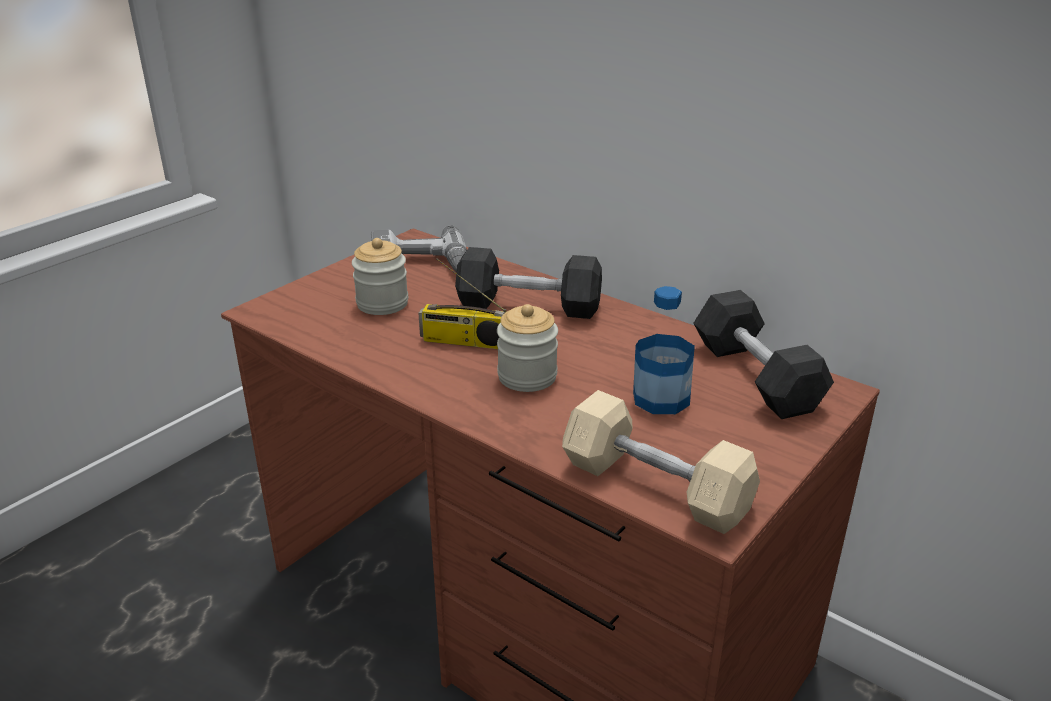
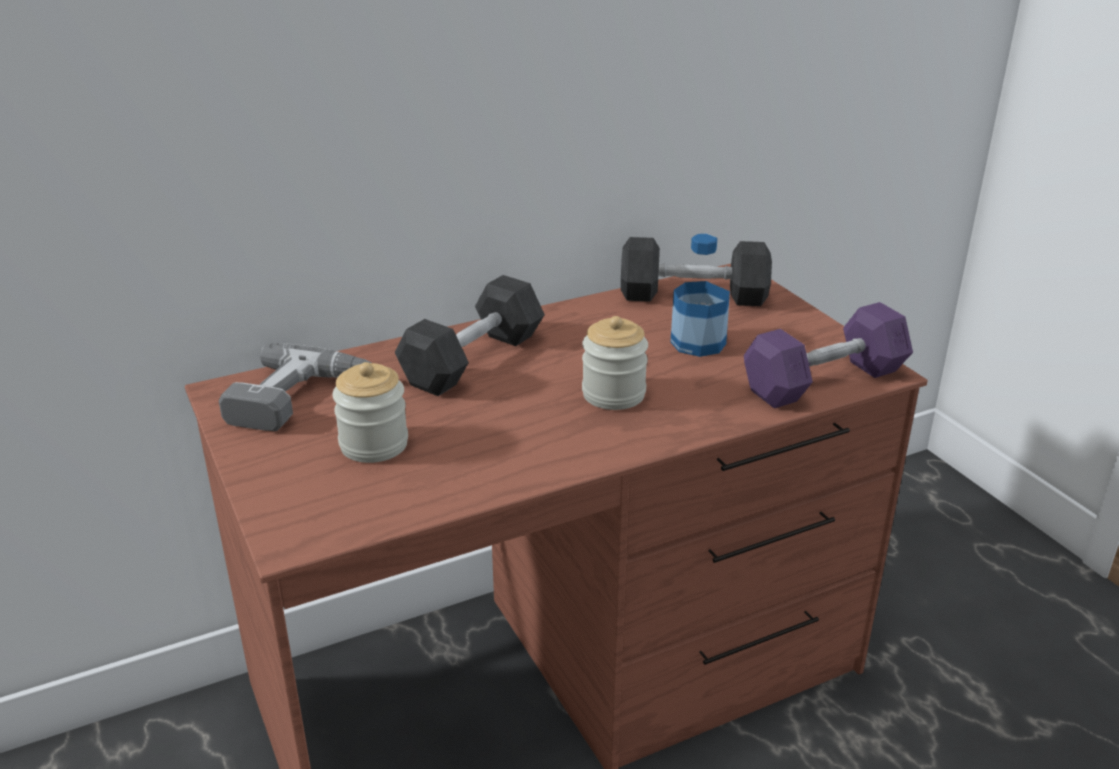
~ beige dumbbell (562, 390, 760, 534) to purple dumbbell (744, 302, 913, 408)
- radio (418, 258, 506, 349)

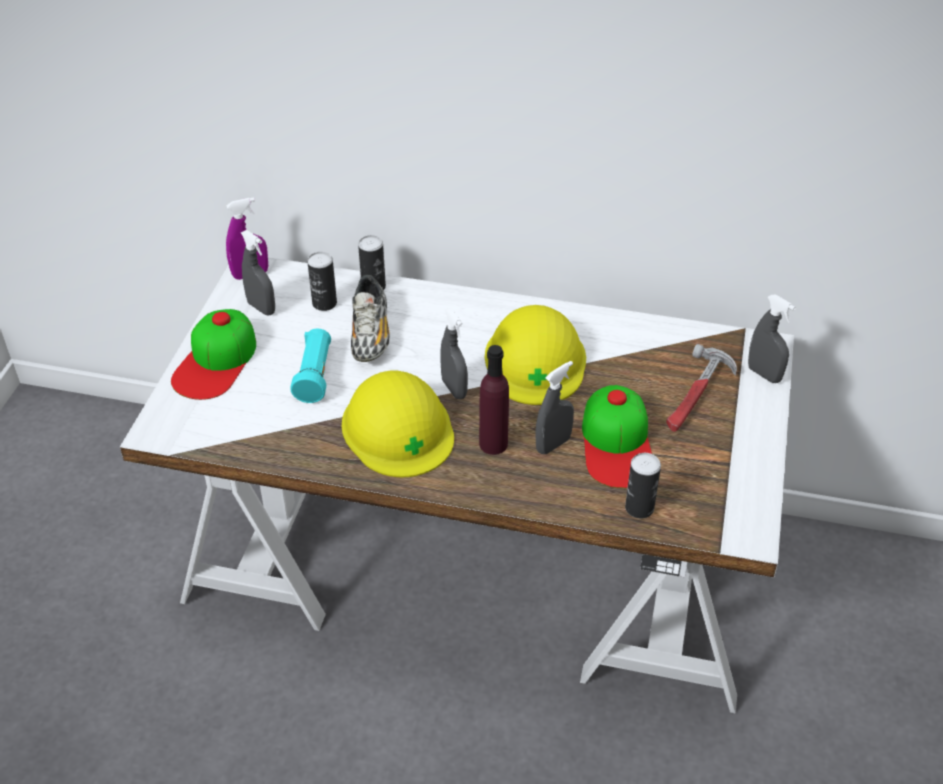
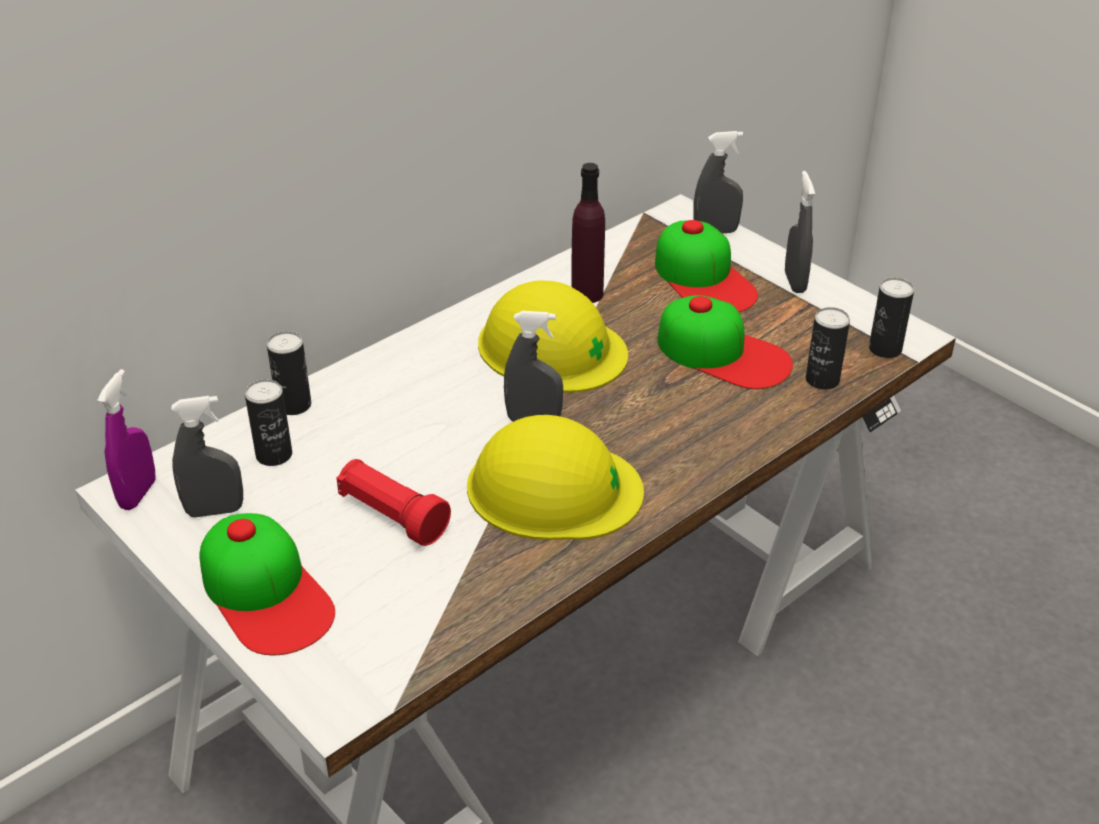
~ turquoise flashlight (290, 329, 331, 403) to red flashlight (336, 459, 451, 546)
~ purple bottle (479, 345, 509, 455) to (571, 163, 605, 303)
~ hammer (666, 344, 737, 432) to cap (655, 220, 758, 312)
~ grey spray bottle (535, 361, 574, 454) to (785, 171, 815, 293)
+ can (869, 278, 914, 358)
- shoe (351, 275, 390, 362)

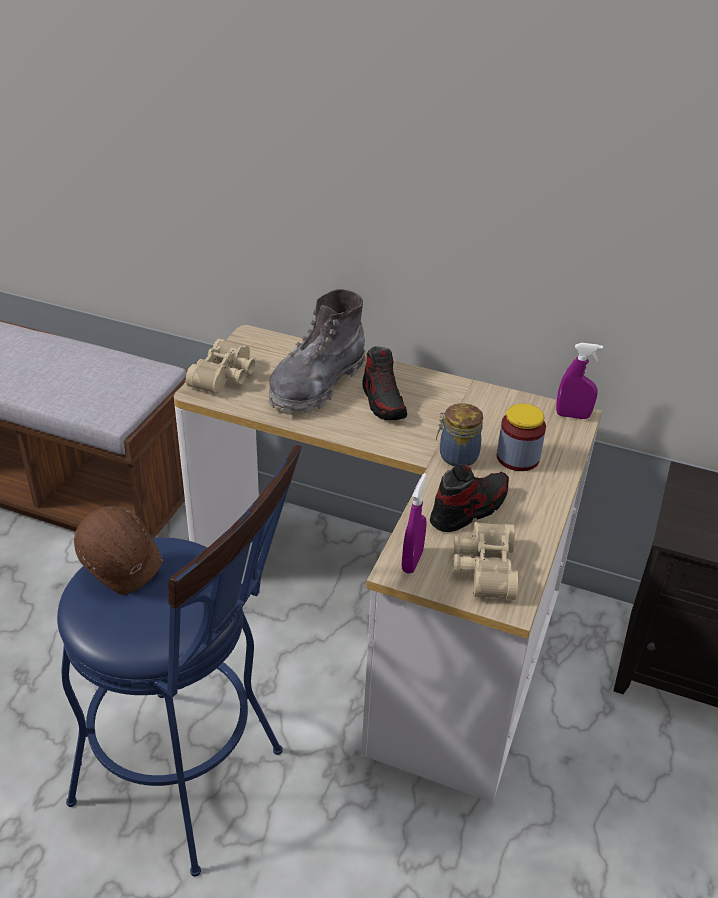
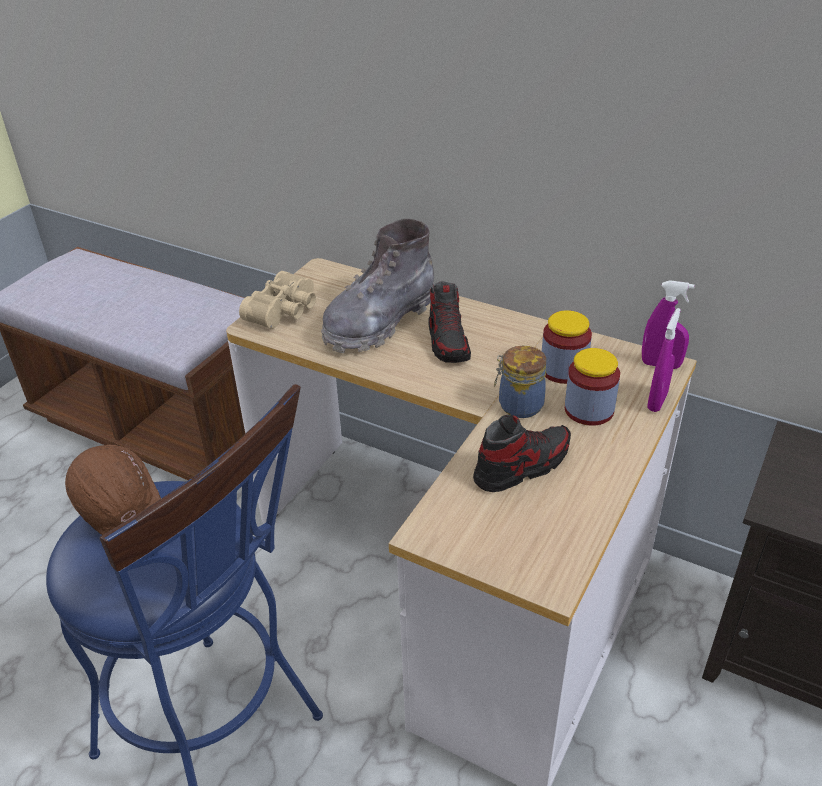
+ jar (542, 310, 592, 384)
~ purple spray bottle (402, 473, 427, 574) to (647, 308, 681, 412)
- beige binoculars (453, 522, 518, 600)

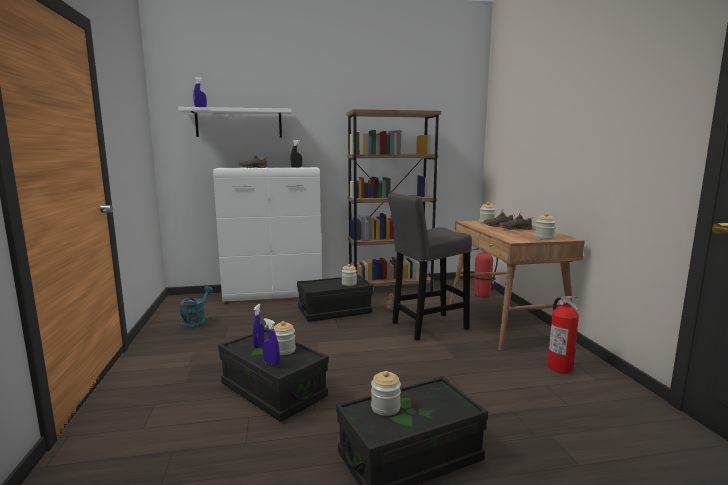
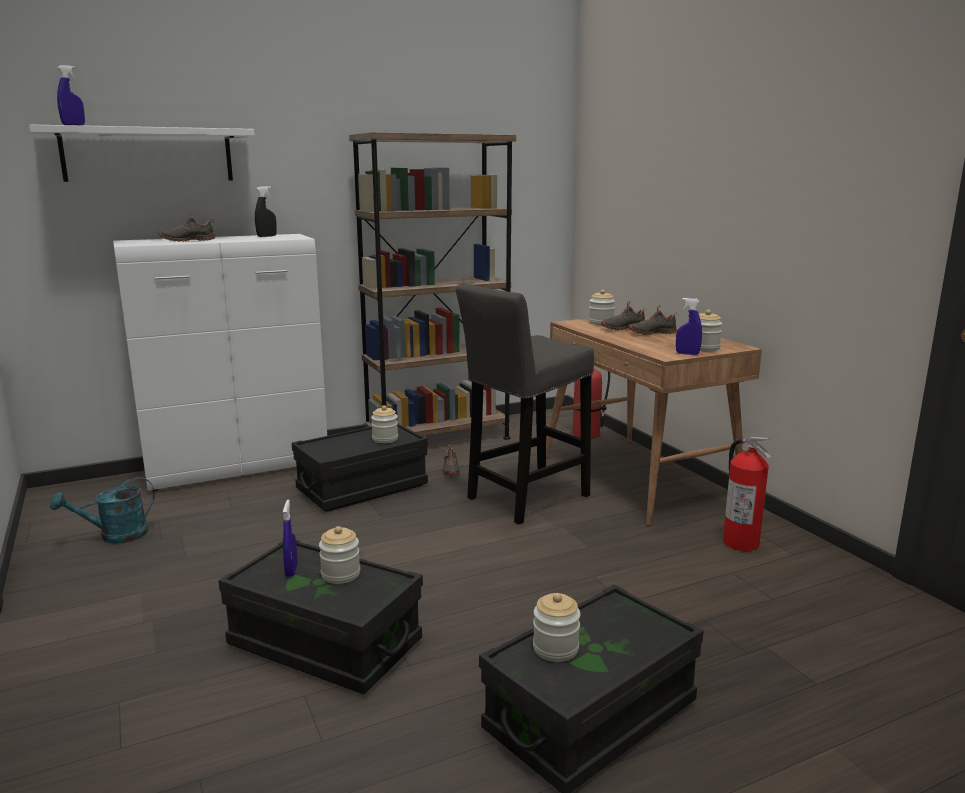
~ turquoise watering can (180, 286, 213, 329) = (50, 477, 155, 544) 120 degrees counterclockwise
~ blue spray bottle (263, 318, 280, 366) to (676, 298, 702, 355)

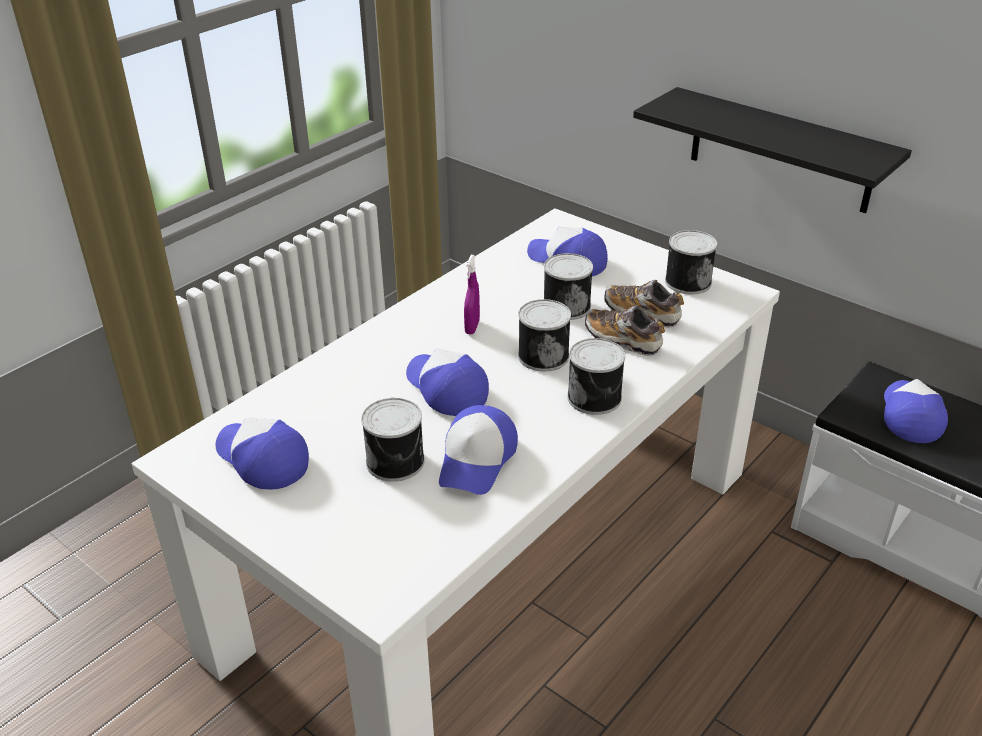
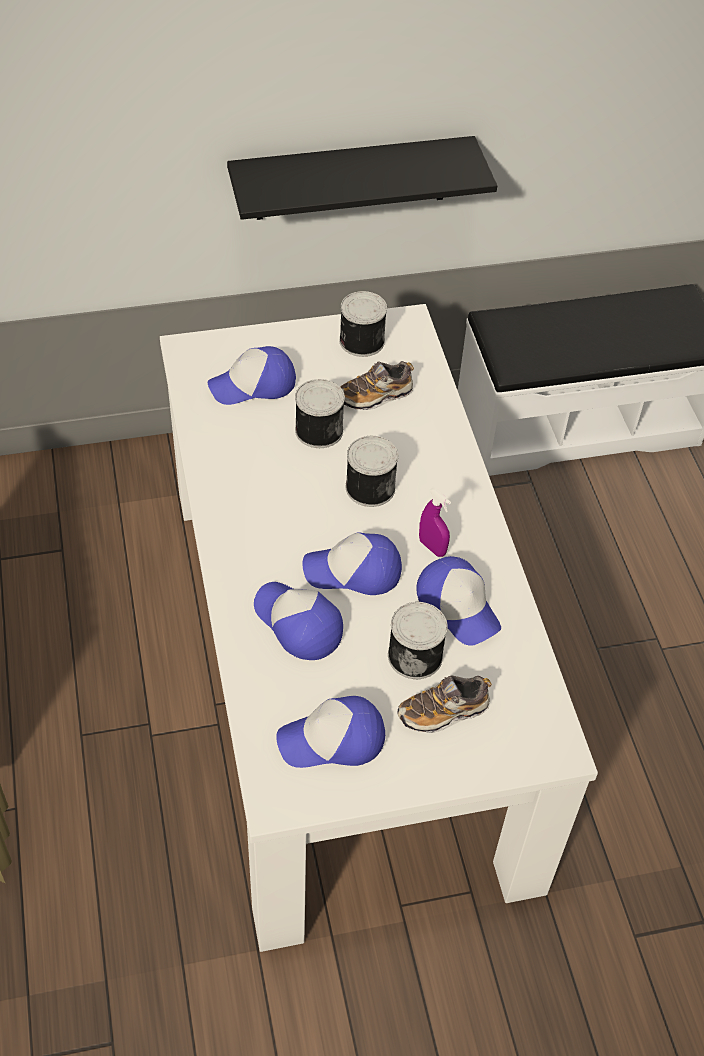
~ cap (884, 379, 948, 443) to (254, 582, 343, 660)
~ shoe (585, 306, 665, 356) to (397, 676, 492, 733)
~ purple spray bottle (464, 255, 480, 334) to (419, 488, 451, 557)
- can (567, 338, 625, 415)

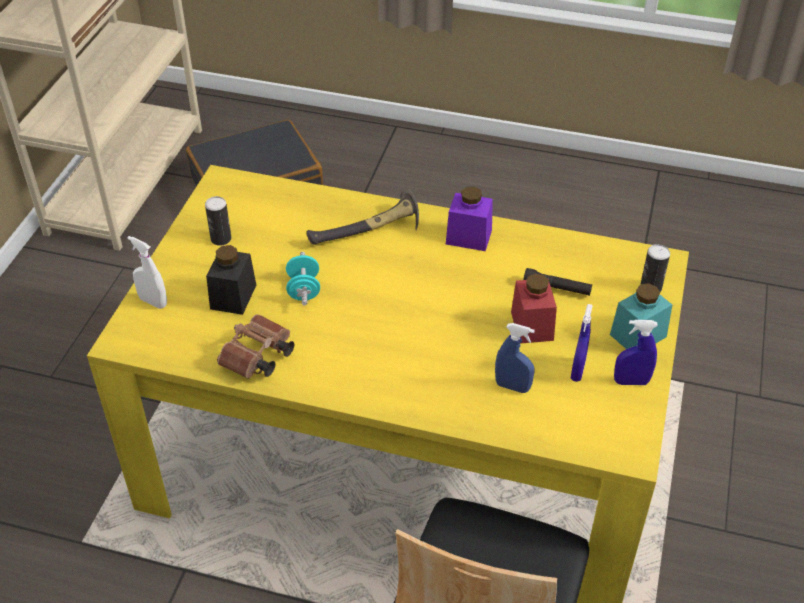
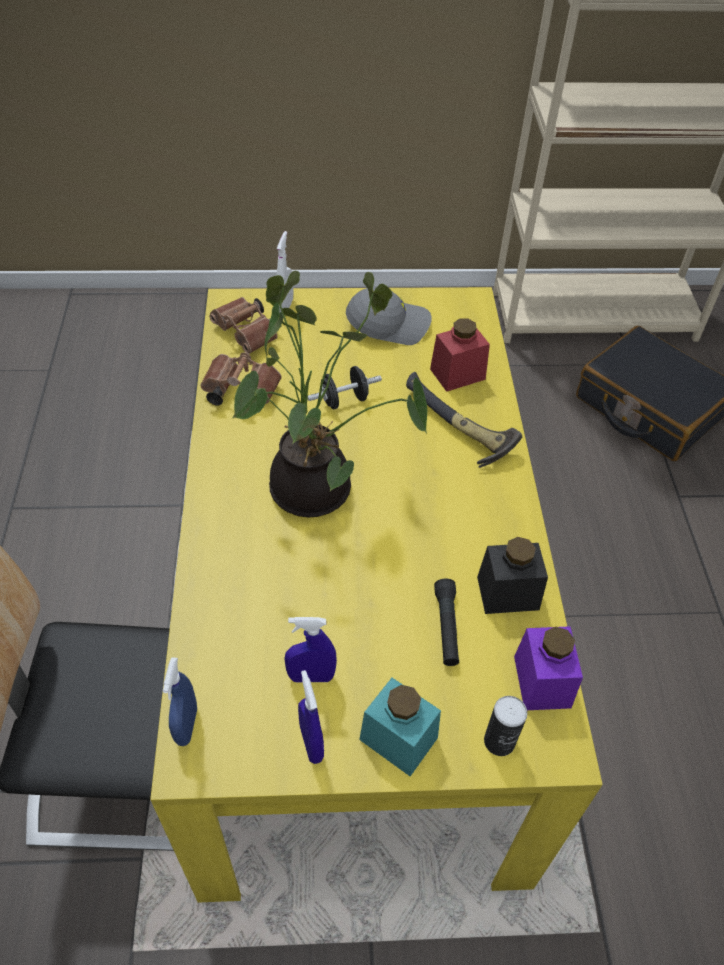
~ blue spray bottle (495, 323, 535, 393) to (163, 657, 197, 746)
+ brown binoculars (209, 297, 282, 354)
+ potted plant (232, 271, 427, 518)
~ turquoise dumbbell (286, 252, 320, 305) to black dumbbell (308, 366, 382, 409)
~ can (205, 196, 231, 246) to grey cap (346, 287, 432, 345)
~ red jar (511, 274, 557, 344) to (430, 319, 490, 392)
~ black jar (206, 245, 256, 315) to (477, 537, 548, 614)
~ purple jar (446, 186, 493, 251) to (514, 626, 583, 710)

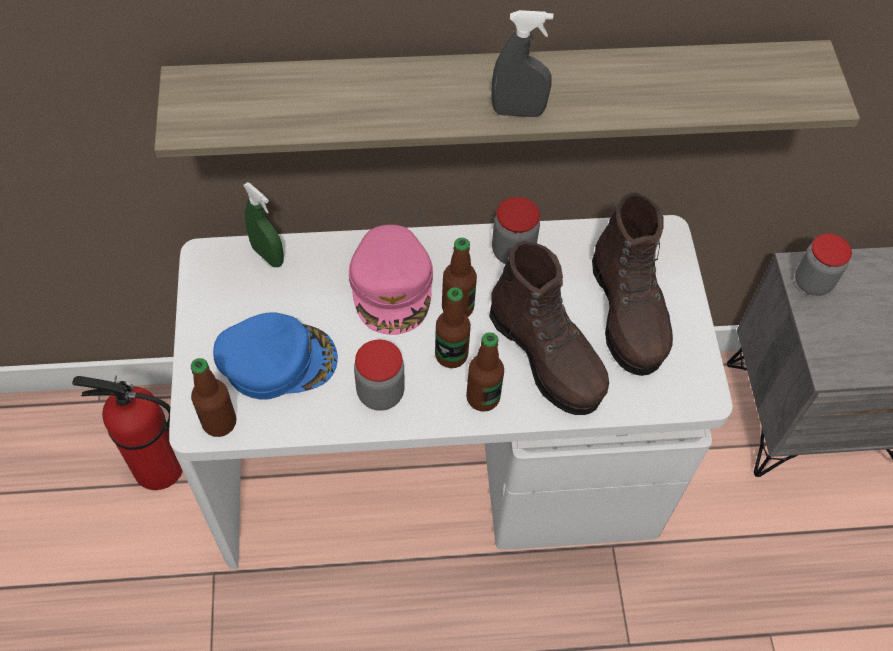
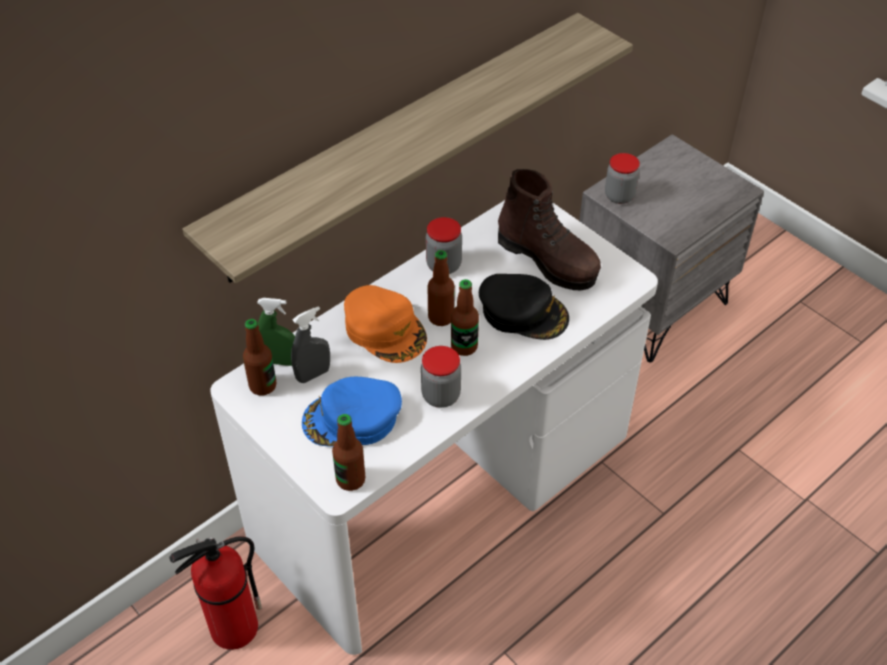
~ bottle (466, 332, 504, 412) to (243, 319, 277, 395)
~ grey spray bottle (491, 10, 553, 117) to (291, 306, 330, 383)
~ blue cap (213, 312, 338, 400) = (302, 377, 402, 446) 150 degrees counterclockwise
~ pink cap (349, 225, 433, 335) to orange cap (344, 285, 427, 363)
~ brown boot (489, 241, 609, 415) to black cap (479, 274, 569, 340)

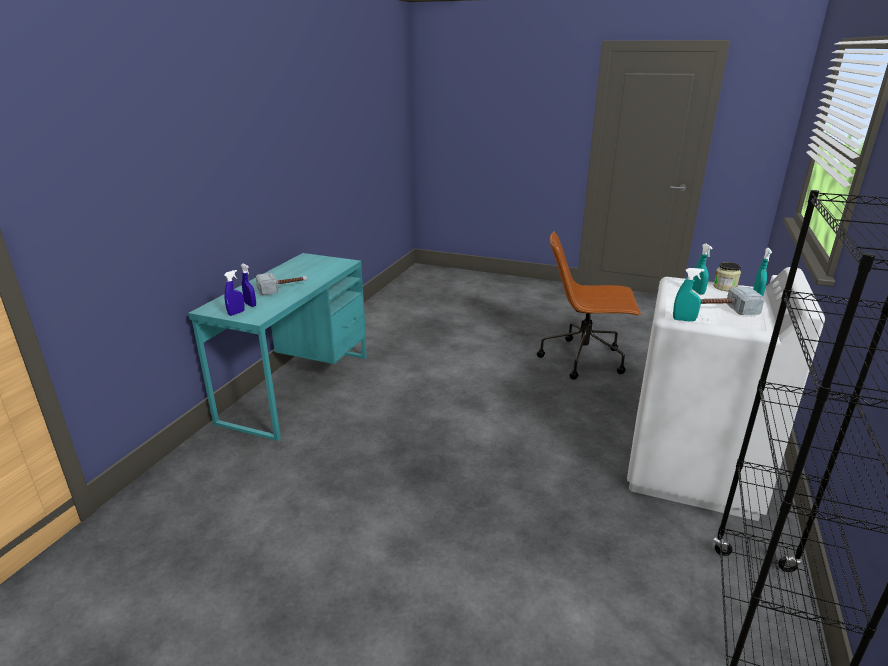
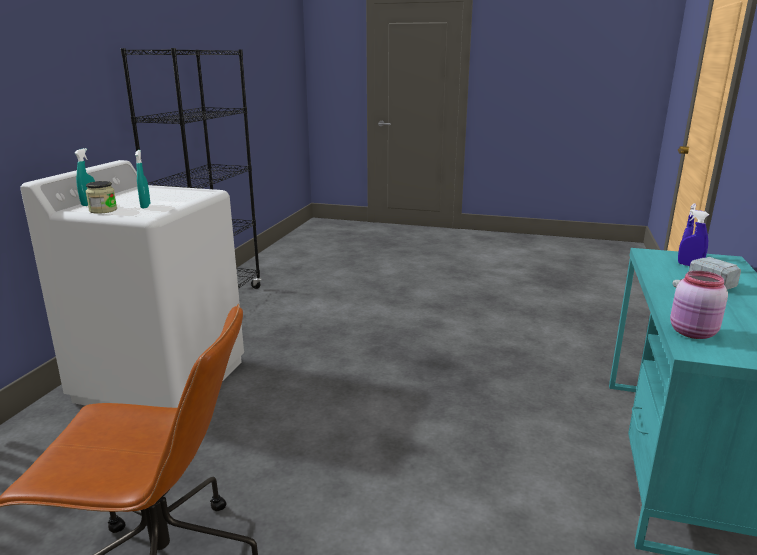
+ pink jar (670, 271, 728, 339)
- turquoise spray bottle (673, 268, 704, 322)
- hammer (701, 287, 764, 315)

